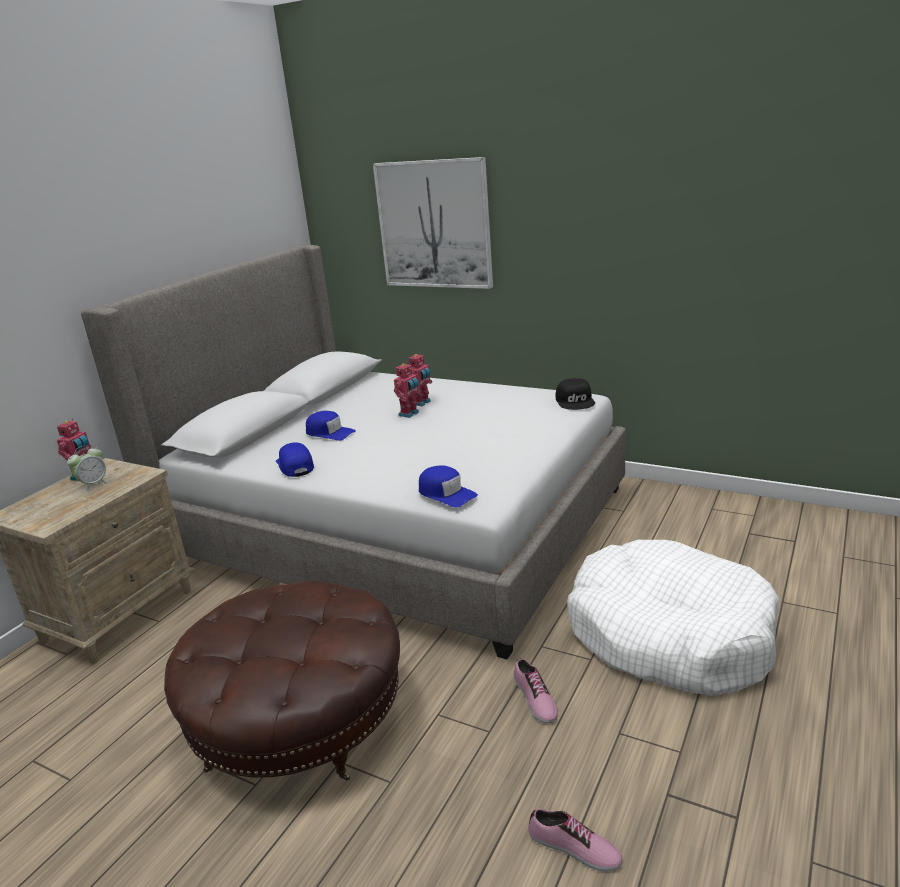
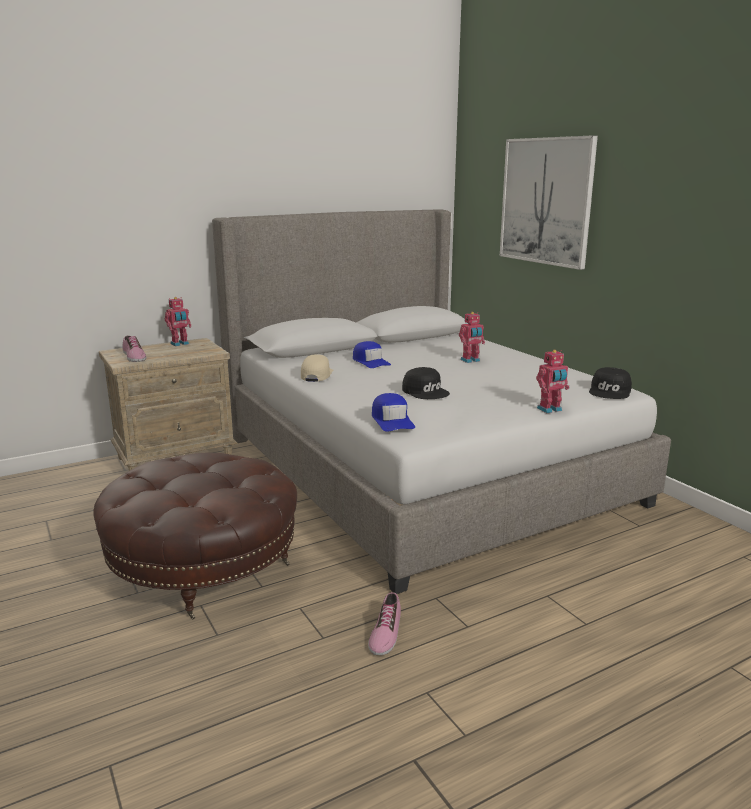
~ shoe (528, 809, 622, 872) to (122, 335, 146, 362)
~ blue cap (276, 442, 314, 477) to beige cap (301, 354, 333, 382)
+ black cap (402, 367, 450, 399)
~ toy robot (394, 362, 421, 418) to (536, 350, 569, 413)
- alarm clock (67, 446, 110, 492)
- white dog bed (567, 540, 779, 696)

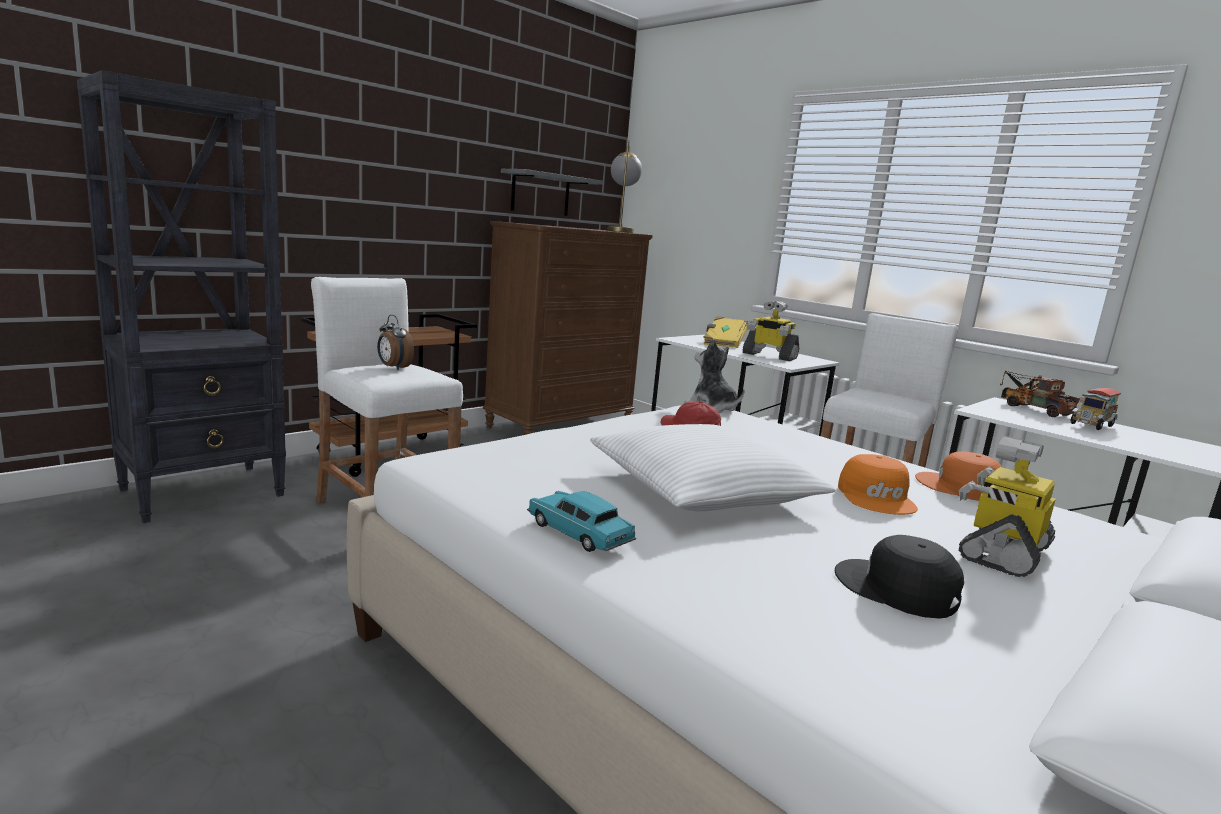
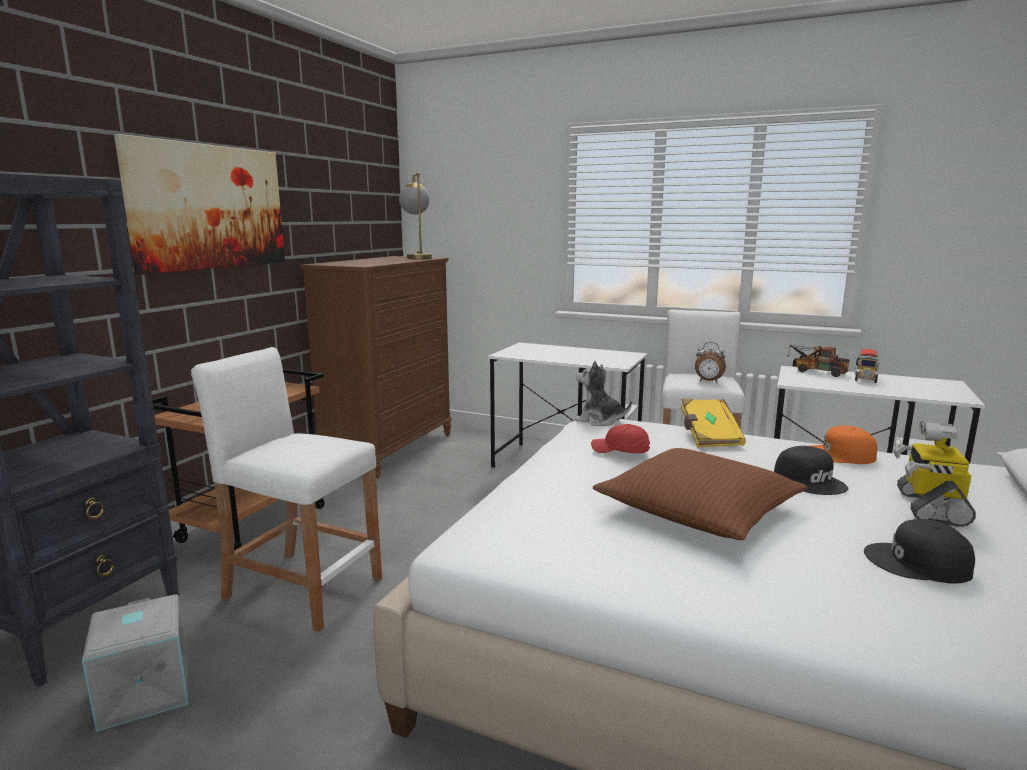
+ grey storage box (82, 594, 189, 732)
+ picture (114, 134, 285, 275)
~ white pillow (590, 424, 836, 511) to brown pillow (593, 448, 807, 540)
~ yellow book (703, 316, 748, 348) to (681, 399, 746, 447)
~ alarm clock (377, 315, 414, 370) to (695, 342, 726, 383)
~ orange cap (838, 454, 918, 515) to black cap (774, 446, 848, 495)
- grey shelf (501, 169, 604, 216)
- turquoise toy car (527, 491, 636, 552)
- toy robot (743, 301, 799, 361)

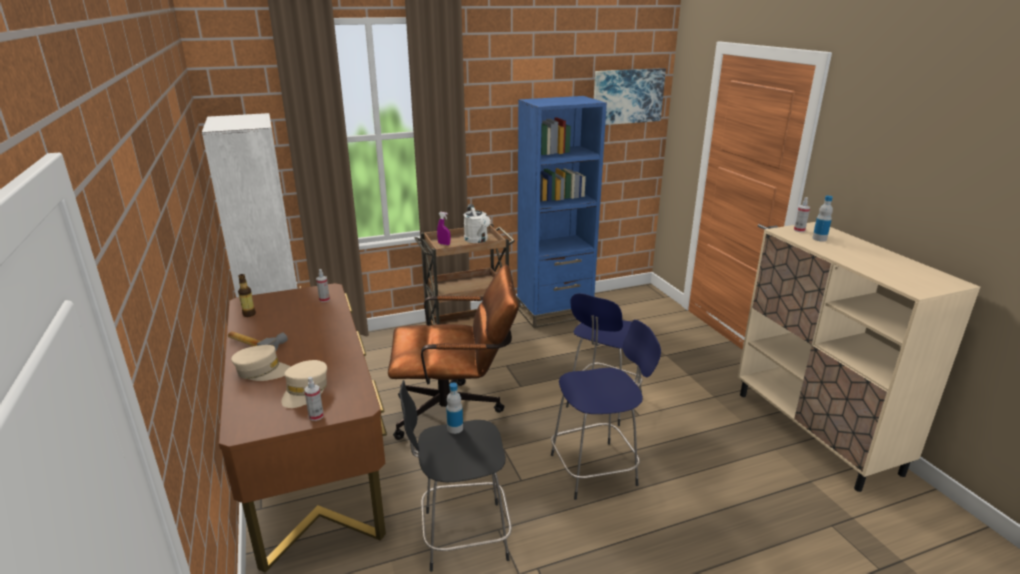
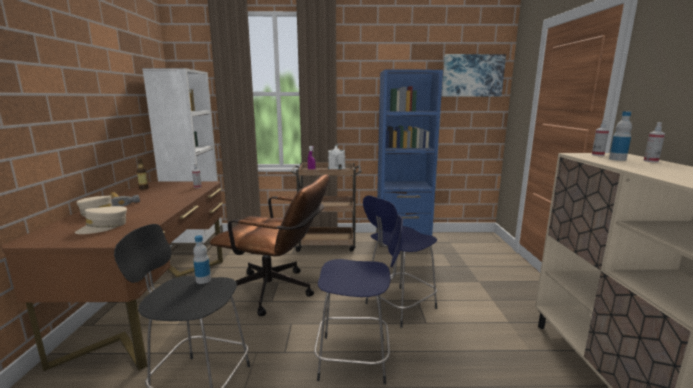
~ spray bottle (304, 377, 324, 421) to (644, 122, 665, 162)

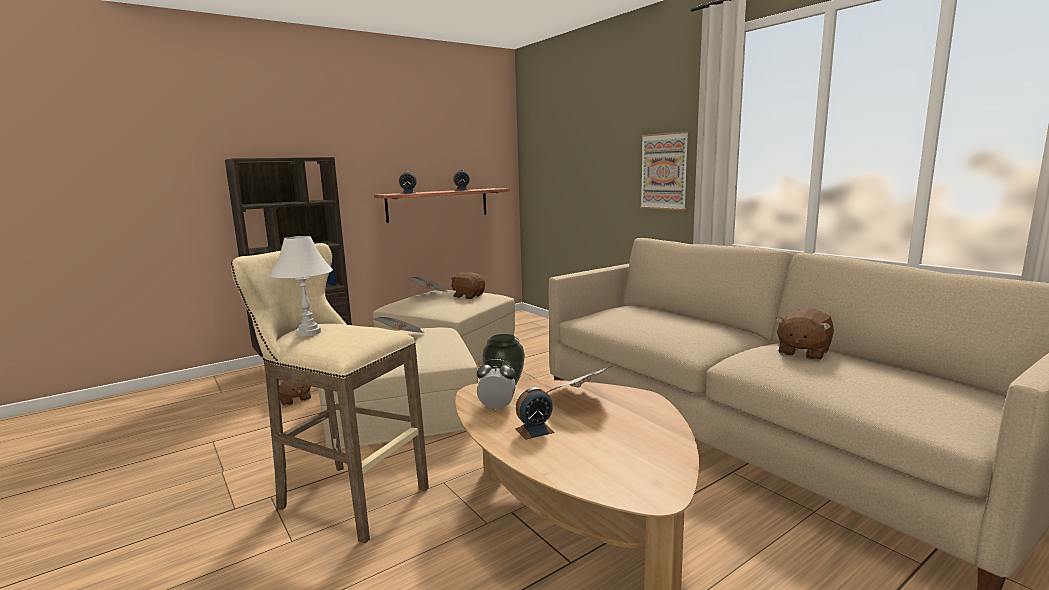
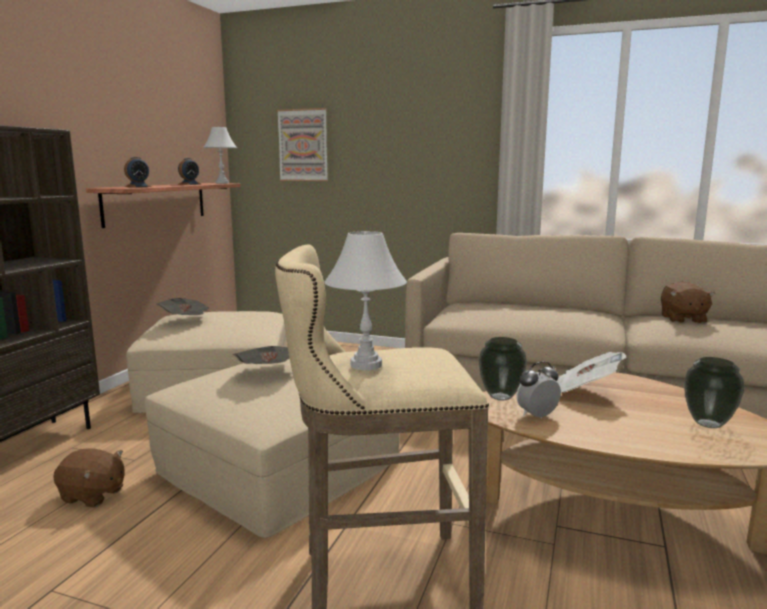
+ white table lamp (203, 127, 237, 184)
~ picture (640, 131, 689, 210) to (277, 108, 328, 181)
+ vase (684, 357, 745, 428)
- brown plush toy (451, 272, 485, 299)
- alarm clock (515, 387, 555, 440)

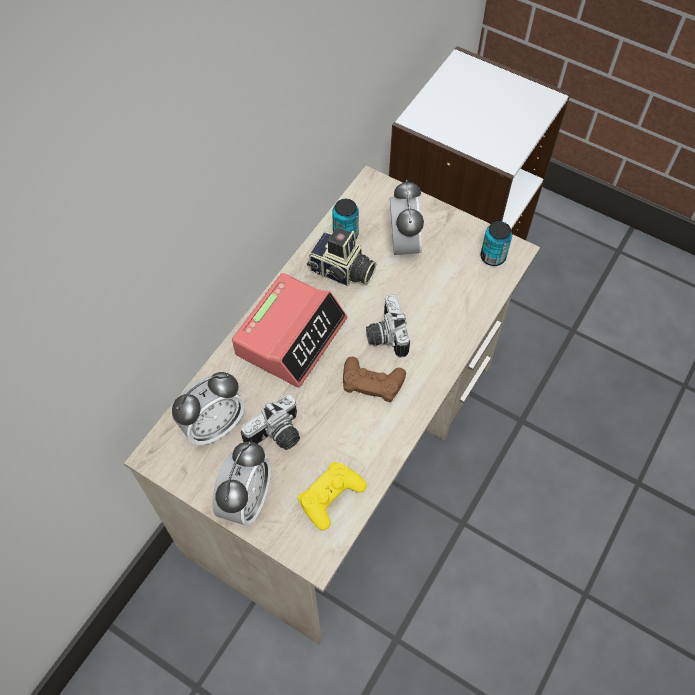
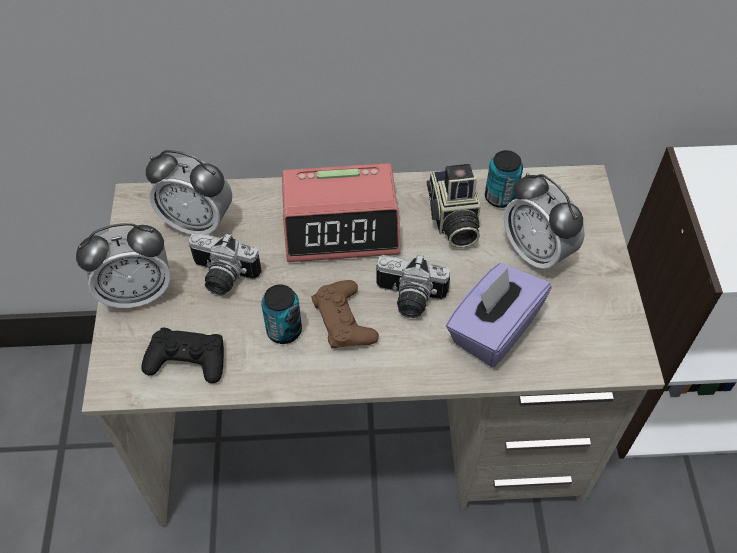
~ yellow game controller (297, 462, 367, 530) to black game controller (141, 328, 224, 383)
~ can (480, 221, 512, 266) to (261, 284, 302, 344)
~ photo camera (366, 295, 410, 358) = (376, 254, 450, 318) 120 degrees counterclockwise
+ purple tissue box (446, 263, 552, 367)
~ alarm clock (390, 179, 424, 259) = (504, 173, 585, 273) 90 degrees clockwise

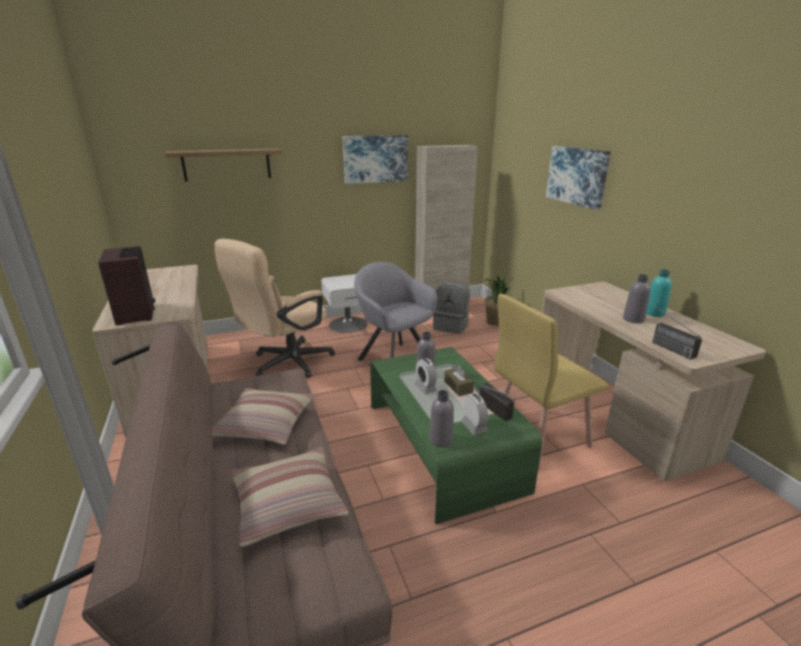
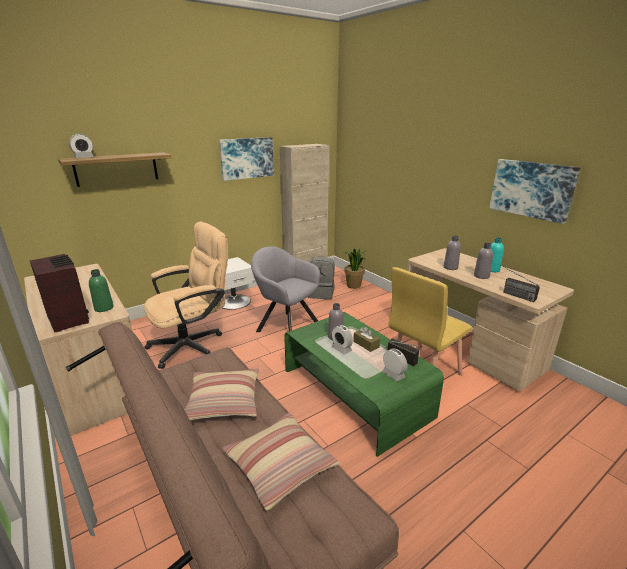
+ alarm clock (69, 134, 94, 158)
+ green bottle (89, 269, 113, 312)
~ beige office chair (214, 239, 335, 378) = (144, 222, 228, 369) 150 degrees counterclockwise
~ grey bottle (429, 390, 454, 447) to (444, 236, 461, 270)
~ picture (546, 146, 611, 210) to (489, 159, 580, 224)

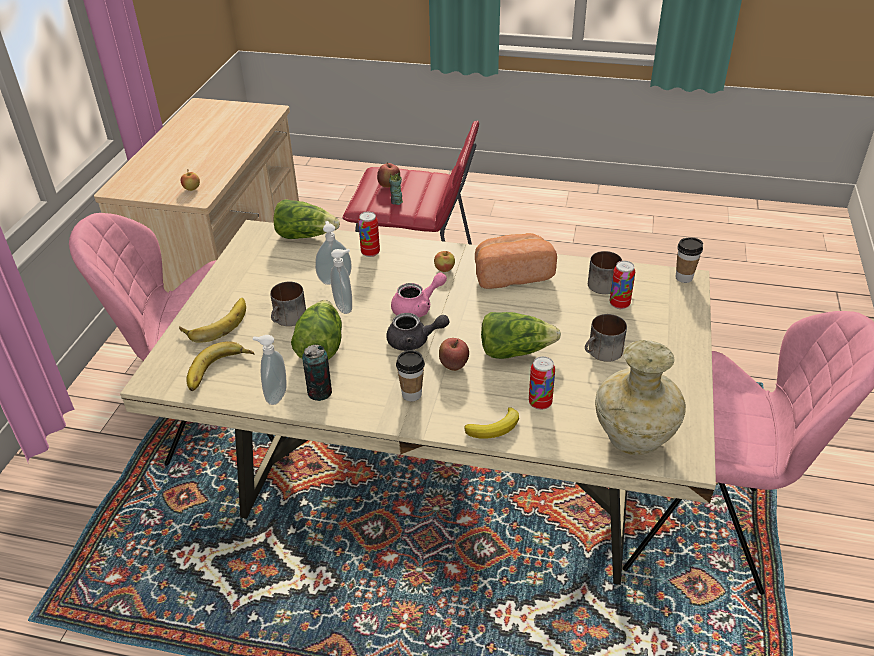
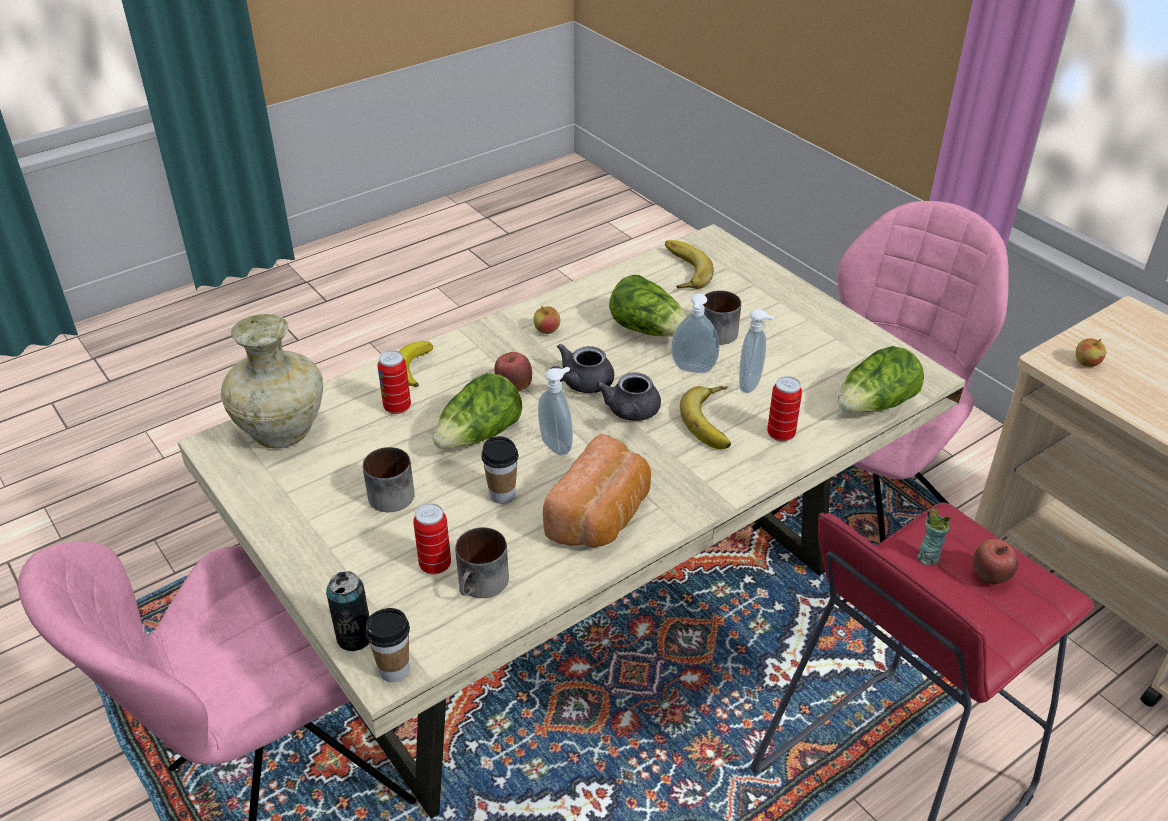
~ can (302, 345, 332, 401) to (326, 571, 369, 651)
~ cup (396, 350, 425, 401) to (482, 436, 519, 504)
~ apple (434, 251, 455, 272) to (533, 306, 560, 334)
~ soap dispenser (253, 335, 287, 405) to (538, 367, 573, 456)
~ pink teapot (391, 273, 447, 317) to grey teapot (596, 372, 661, 421)
~ banana (179, 298, 246, 343) to (680, 386, 731, 449)

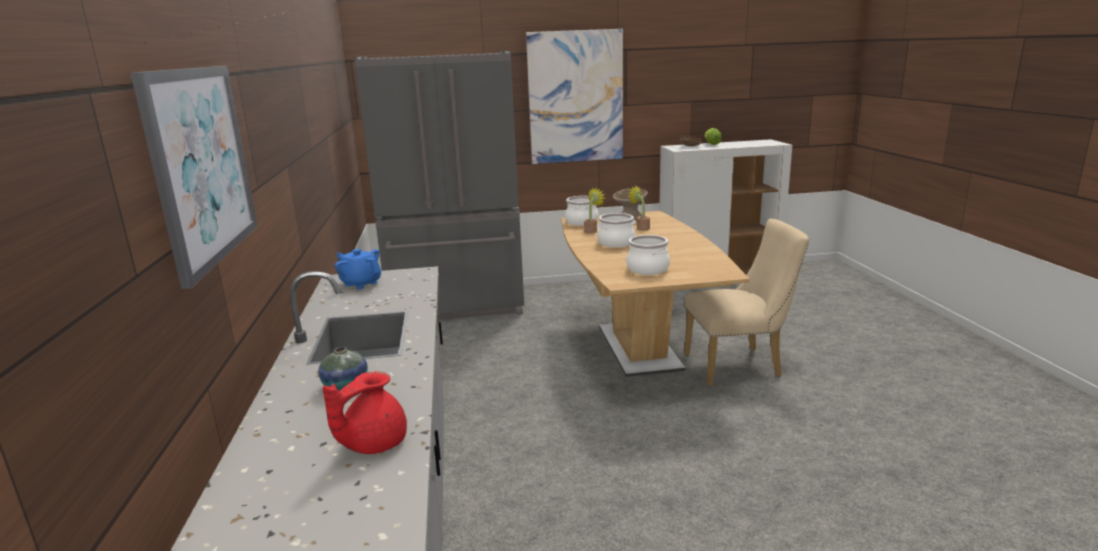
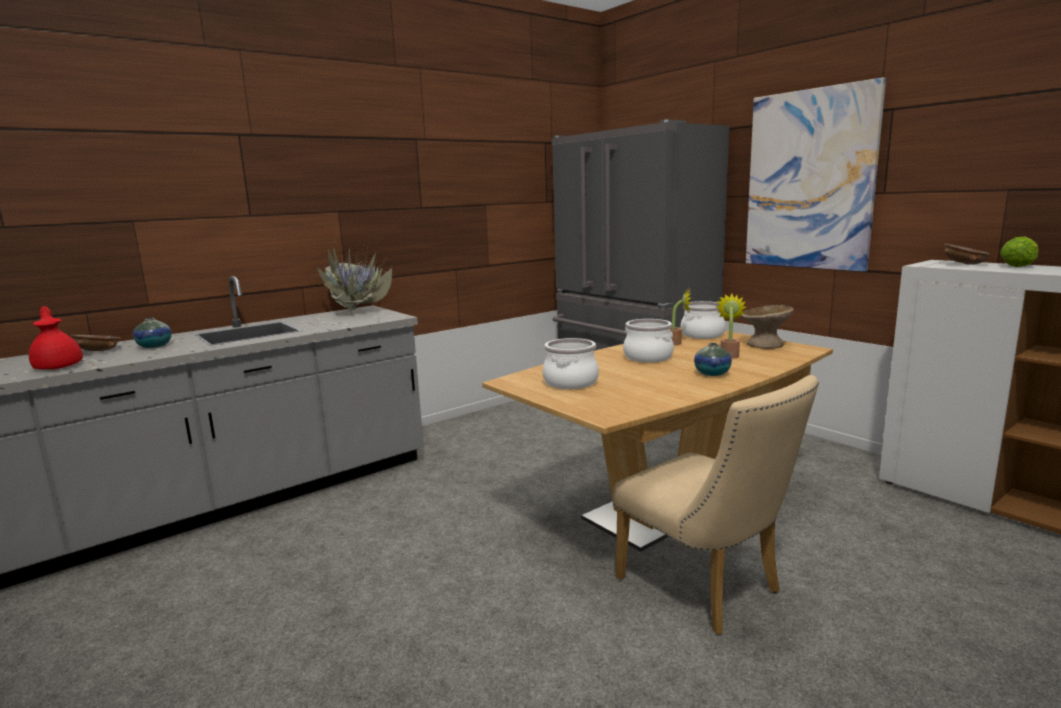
~ red teapot (323, 371, 407, 454) = (29, 306, 83, 370) 45 degrees clockwise
+ brown bowl (71, 335, 121, 351)
~ blue teapot (335, 249, 381, 289) to potted plant (314, 237, 393, 316)
+ vase (694, 343, 732, 376)
- picture (130, 66, 258, 289)

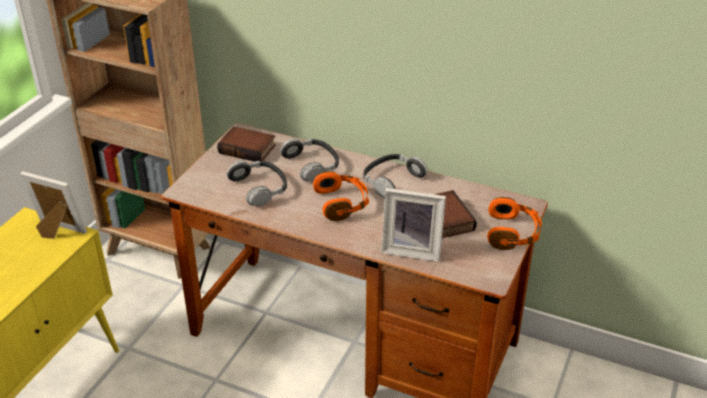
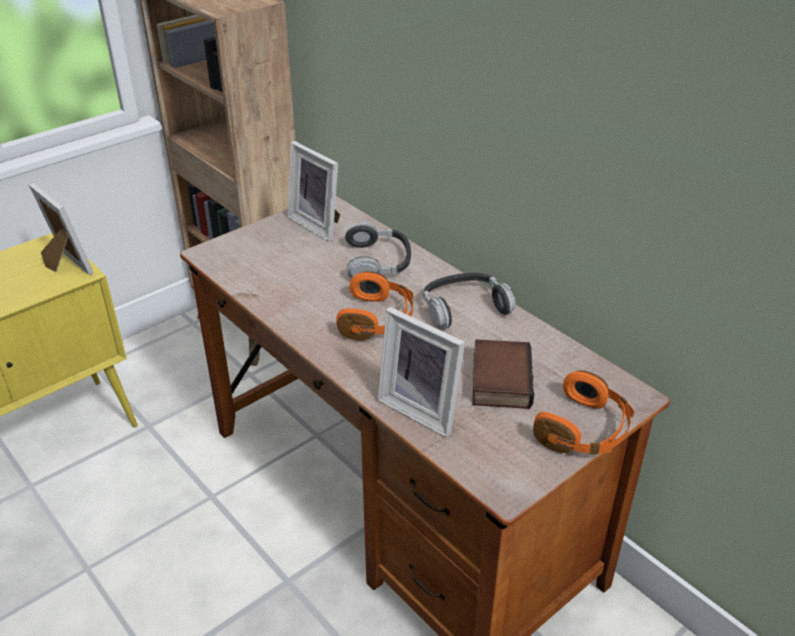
~ book (217, 126, 276, 162) to picture frame (287, 141, 340, 242)
- headphones (227, 161, 287, 207)

